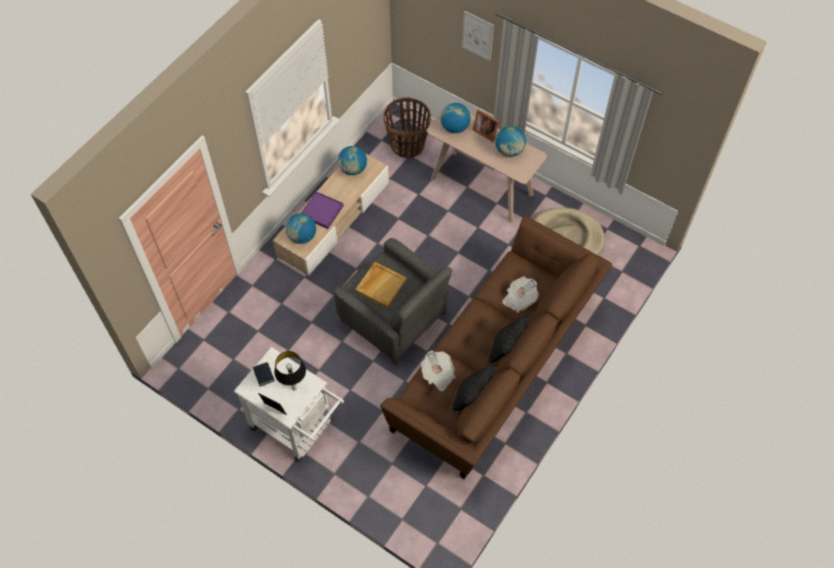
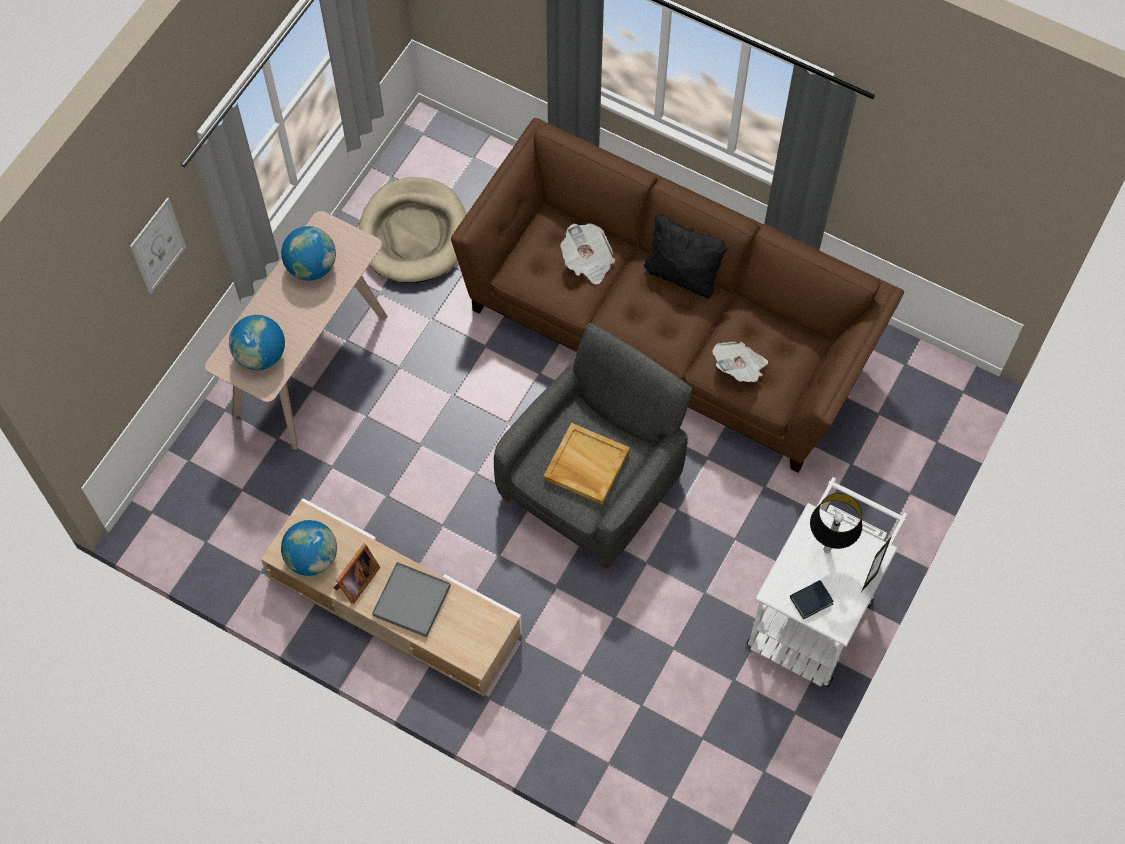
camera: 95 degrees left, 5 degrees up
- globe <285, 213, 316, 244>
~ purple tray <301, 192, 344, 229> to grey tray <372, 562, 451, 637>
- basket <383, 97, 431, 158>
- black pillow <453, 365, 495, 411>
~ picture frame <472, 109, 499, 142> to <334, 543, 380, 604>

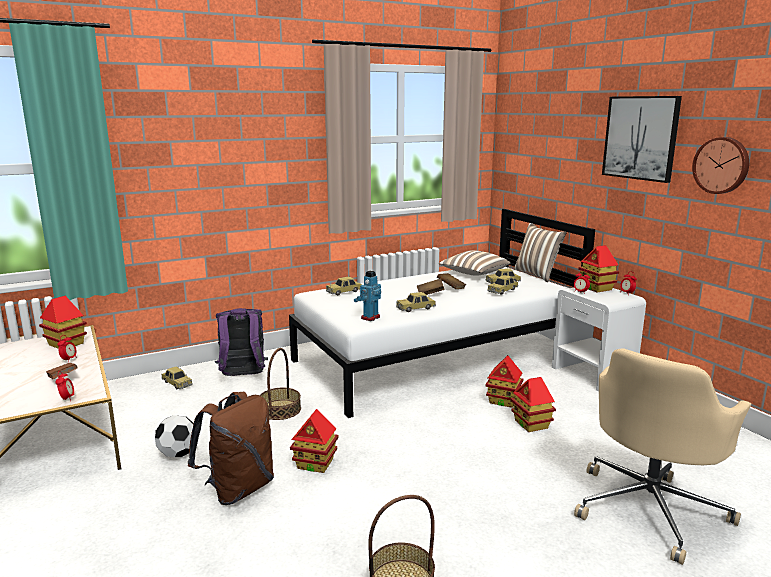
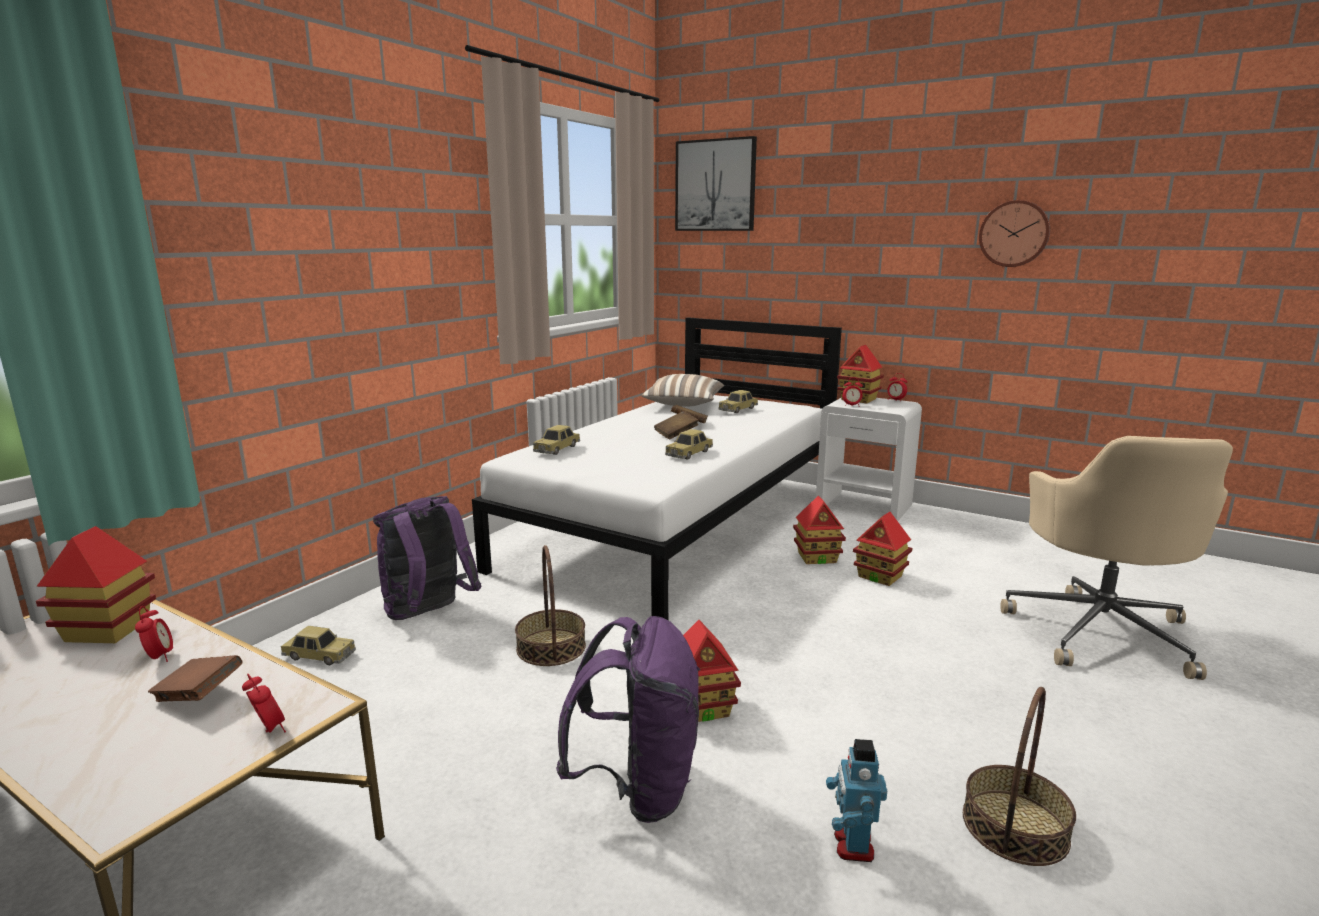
camera: 30 degrees left, 0 degrees up
- football <155, 415, 194, 457>
~ brown backpack <188, 392, 274, 505> to purple backpack <556, 616, 700, 823>
~ toy robot <354, 271, 381, 321> to <826, 739, 887, 862>
- toy car <487, 275, 518, 295>
- pillow <514, 223, 567, 282>
~ picture <602, 96, 682, 183> to <675, 136, 757, 231>

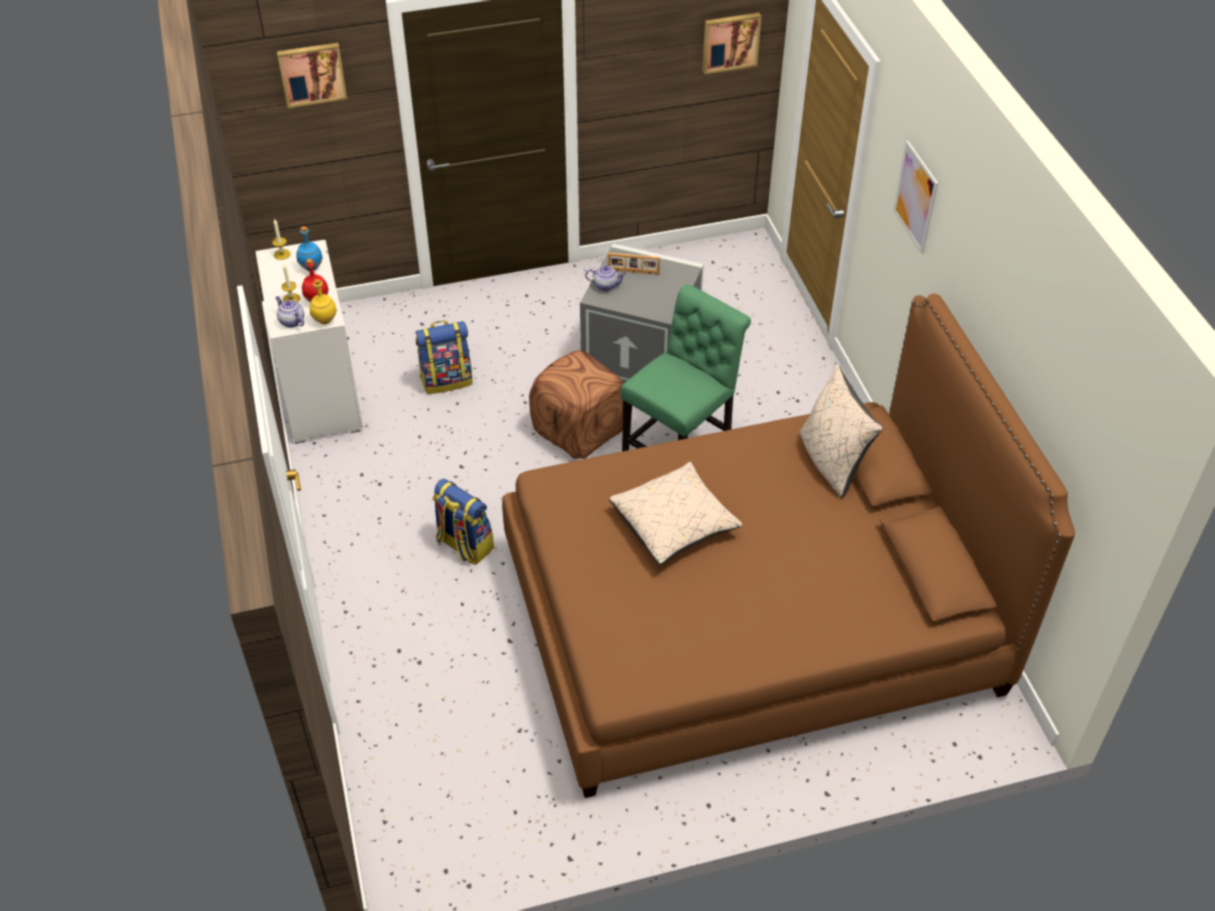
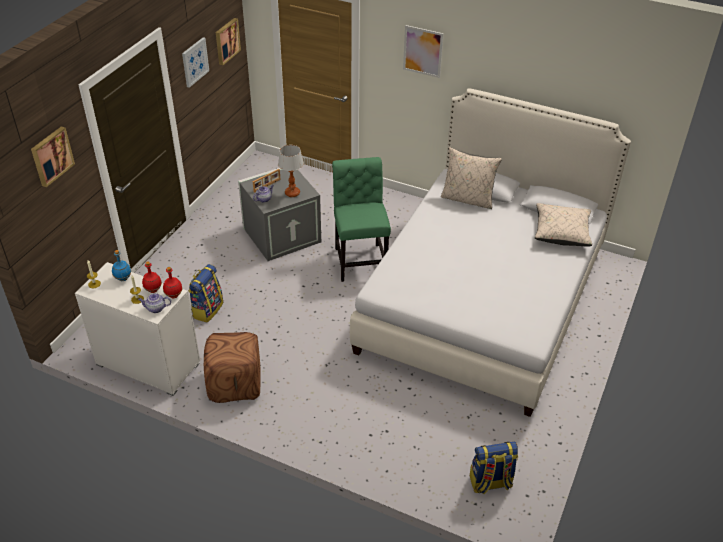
camera: 50 degrees left, 5 degrees down
~ yellow bottle <309, 279, 337, 324> to red bottle <163, 267, 182, 298>
~ backpack <433, 479, 494, 565> to <470, 442, 518, 494>
~ brown bed <502, 293, 1075, 798> to white bed <350, 88, 631, 417>
~ brown ottoman <529, 350, 623, 459> to <204, 332, 260, 403>
~ beige pillow <609, 462, 743, 566> to <535, 203, 592, 246>
+ picture <182, 37, 209, 88>
+ table lamp <278, 145, 304, 197>

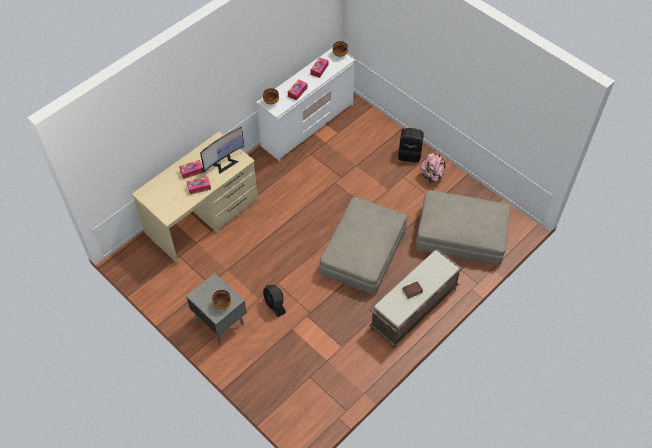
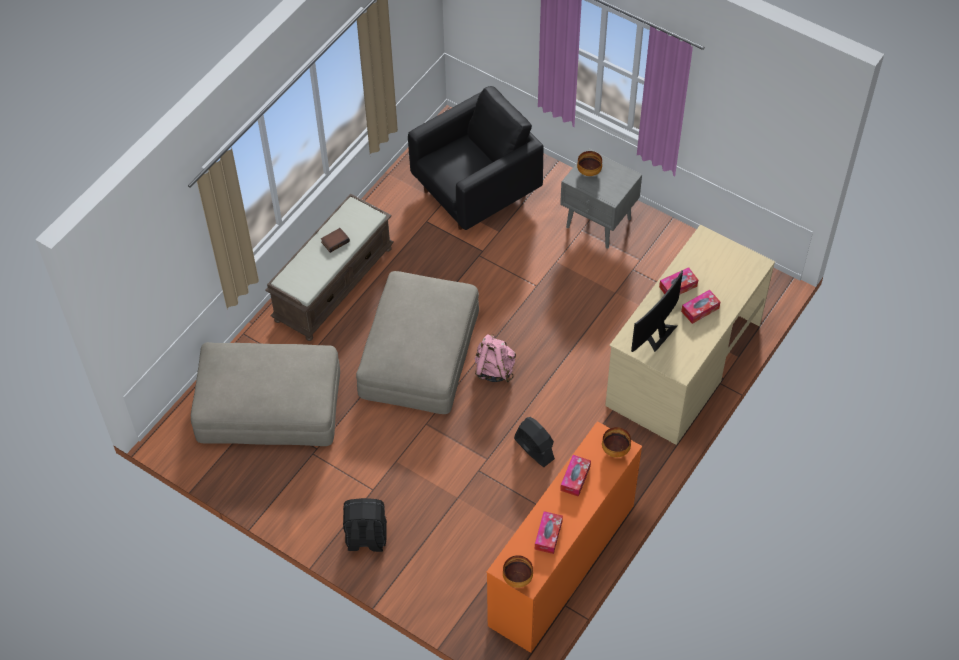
camera: 170 degrees right, 0 degrees up
~ white dresser <256, 48, 355, 161> to orange dresser <486, 421, 642, 653>
~ black fan <263, 285, 286, 317> to <514, 417, 555, 467>
~ pink backpack <420, 152, 445, 183> to <475, 334, 516, 383>
+ black armchair <408, 86, 543, 230>

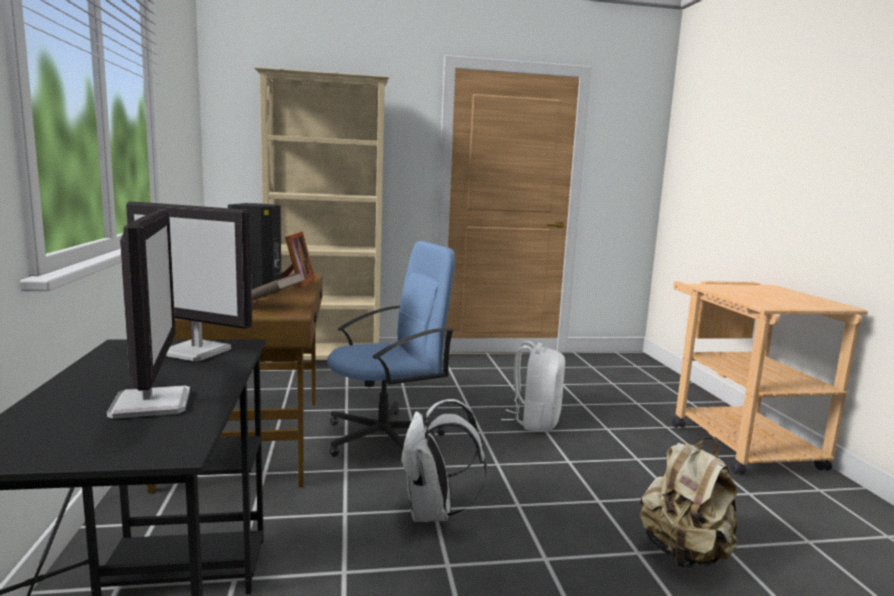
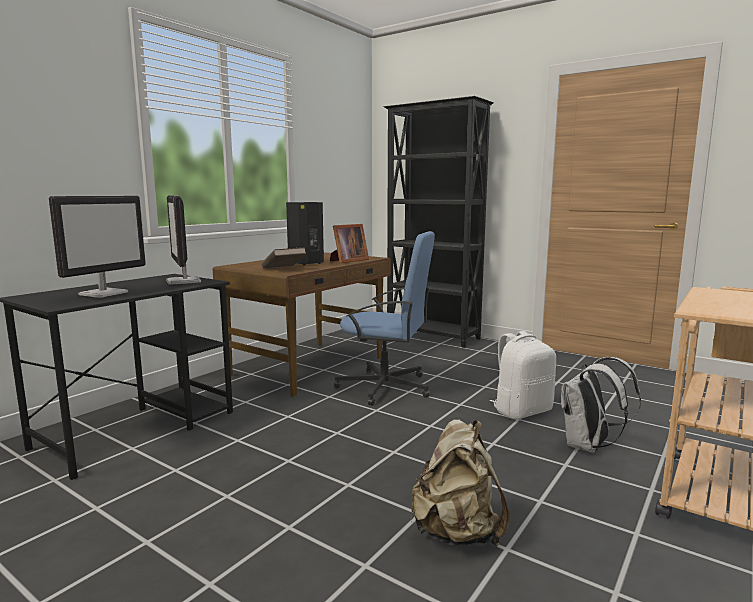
camera: 45 degrees right, 0 degrees up
~ beige bookcase <254, 67, 389, 362> to black bookcase <384, 96, 494, 348>
~ white backpack <400, 399, 487, 522> to <561, 357, 641, 453>

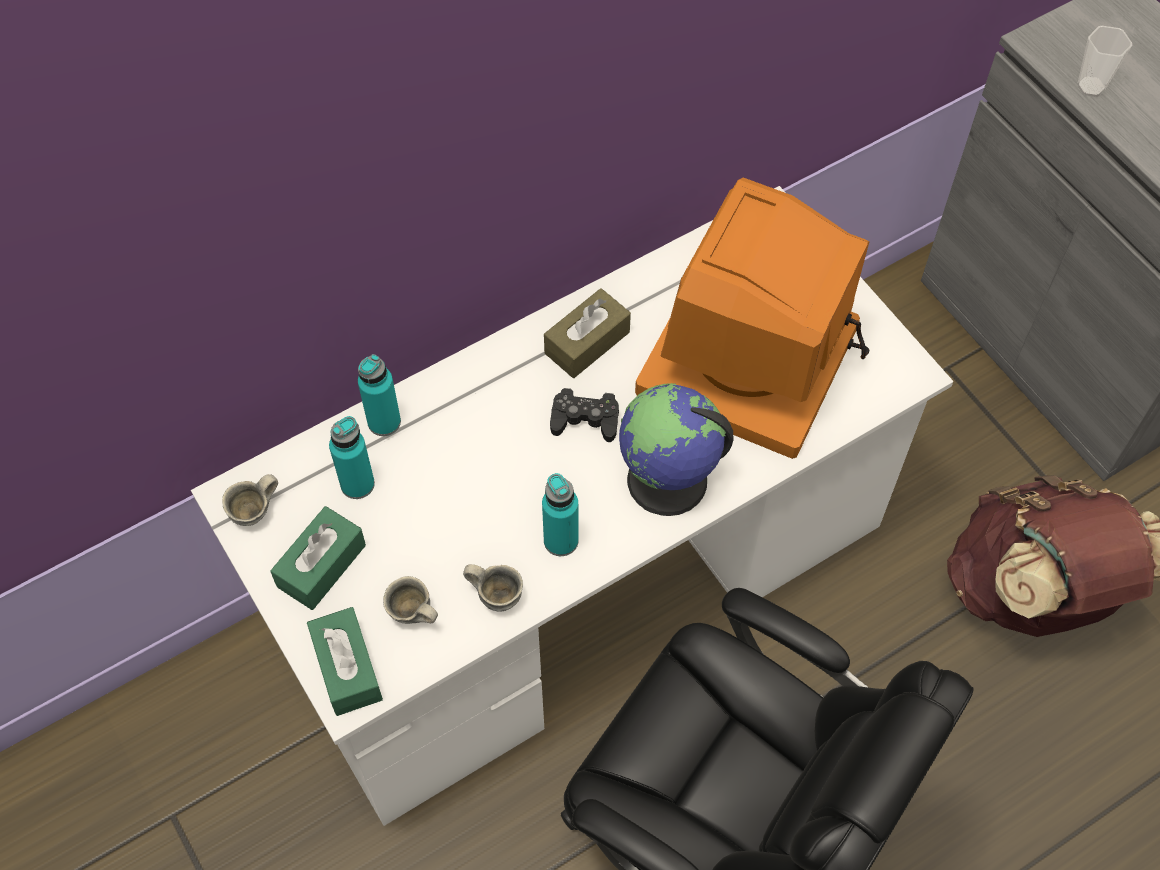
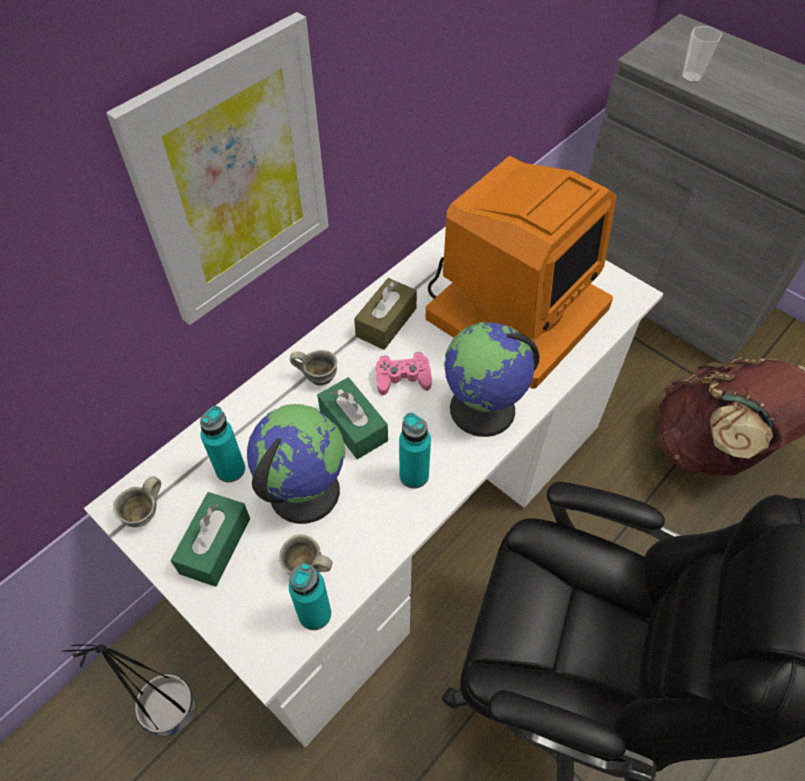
camera: 15 degrees left, 5 degrees down
~ green tissue box <307, 607, 383, 716> to <317, 377, 388, 459>
~ turquoise bottle <358, 354, 401, 436> to <289, 563, 331, 630>
~ grey mug <463, 564, 523, 612> to <290, 350, 337, 386>
~ black game controller <550, 388, 619, 442> to pink game controller <376, 352, 432, 395>
~ monitor <635, 177, 869, 459> = <426, 155, 617, 389> 150 degrees counterclockwise
+ black planter <62, 644, 196, 737>
+ picture <106, 12, 329, 325>
+ globe <247, 404, 345, 524>

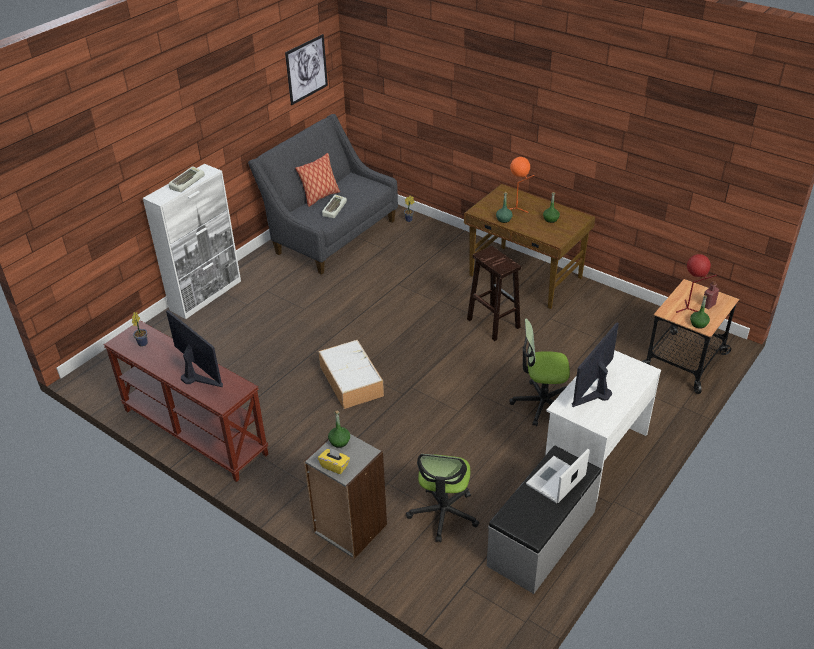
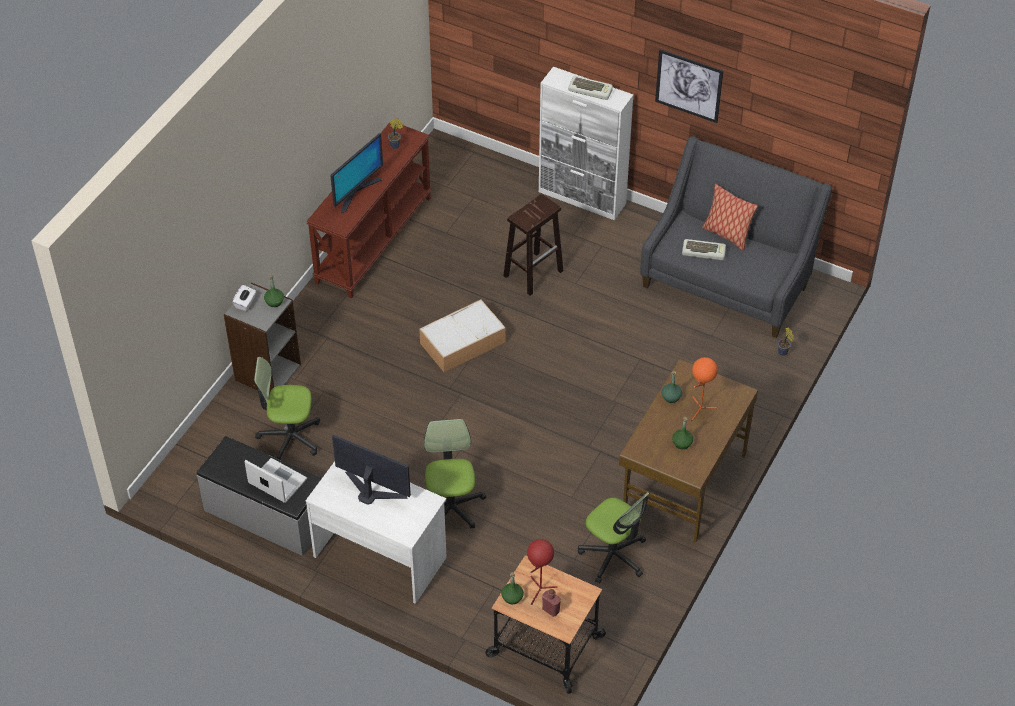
camera: 80 degrees right, 10 degrees up
~ picture <285, 34, 328, 105> to <655, 49, 723, 123>
~ yellow tissue box <318, 448, 350, 474> to white tissue box <233, 285, 256, 311>
~ brown stool <467, 246, 521, 341> to <503, 194, 563, 296>
+ office chair <578, 492, 649, 583>

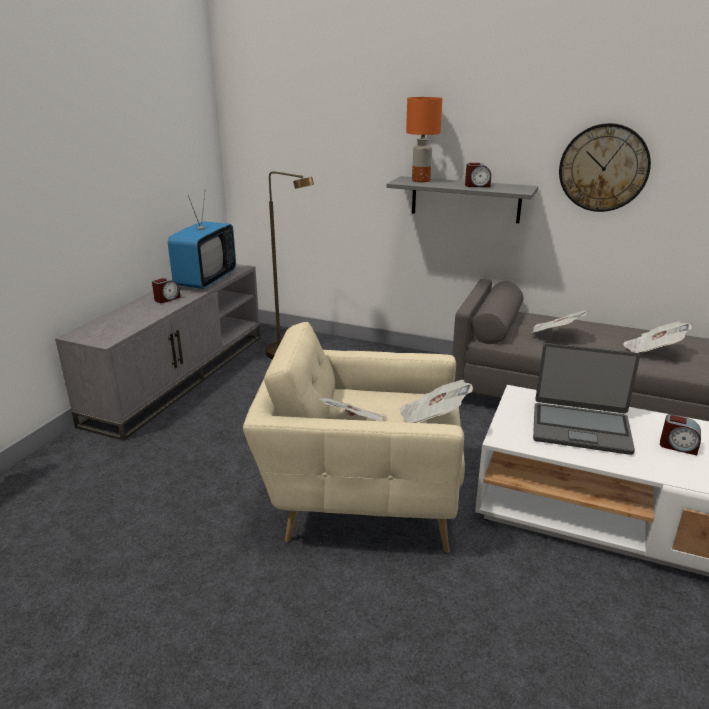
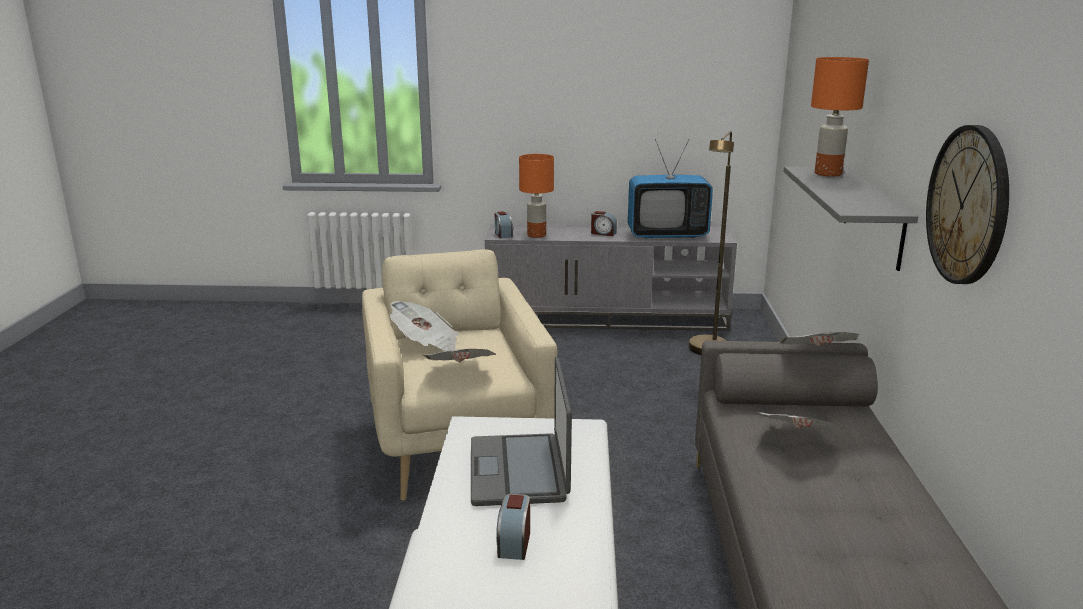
camera: 70 degrees right, 5 degrees down
~ alarm clock <465, 163, 491, 187> to <495, 211, 513, 238>
~ newspaper <623, 322, 692, 353> to <779, 332, 859, 346>
+ orange table lamp <519, 154, 554, 238>

